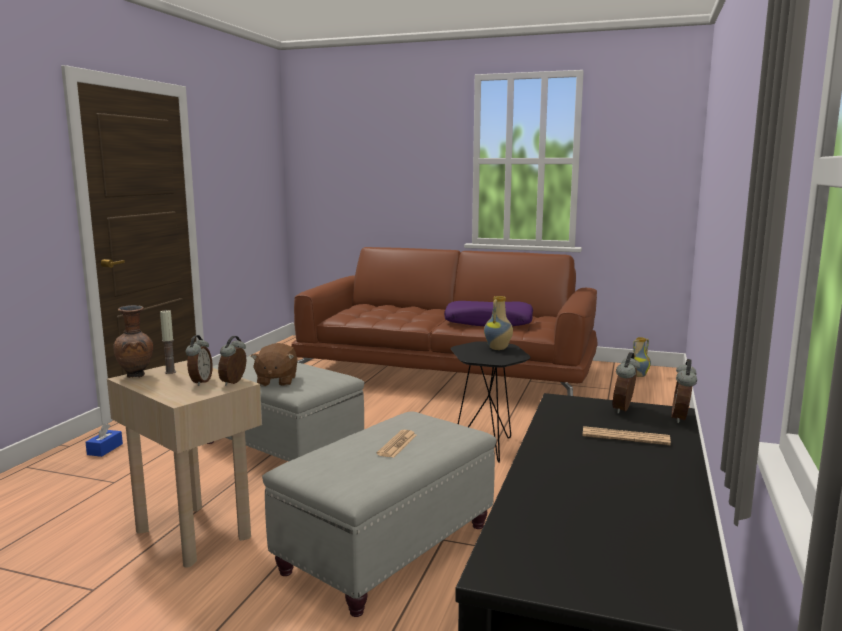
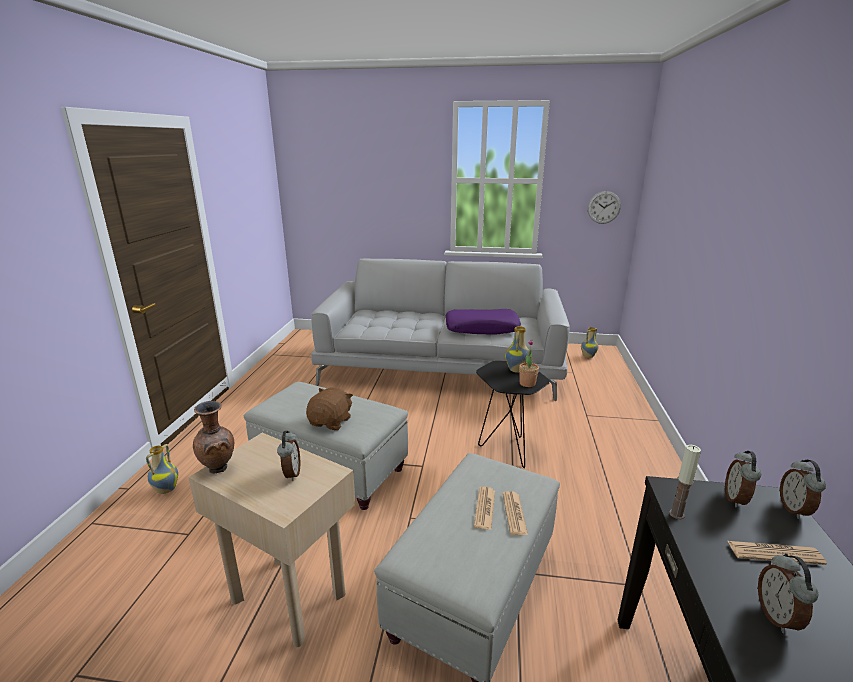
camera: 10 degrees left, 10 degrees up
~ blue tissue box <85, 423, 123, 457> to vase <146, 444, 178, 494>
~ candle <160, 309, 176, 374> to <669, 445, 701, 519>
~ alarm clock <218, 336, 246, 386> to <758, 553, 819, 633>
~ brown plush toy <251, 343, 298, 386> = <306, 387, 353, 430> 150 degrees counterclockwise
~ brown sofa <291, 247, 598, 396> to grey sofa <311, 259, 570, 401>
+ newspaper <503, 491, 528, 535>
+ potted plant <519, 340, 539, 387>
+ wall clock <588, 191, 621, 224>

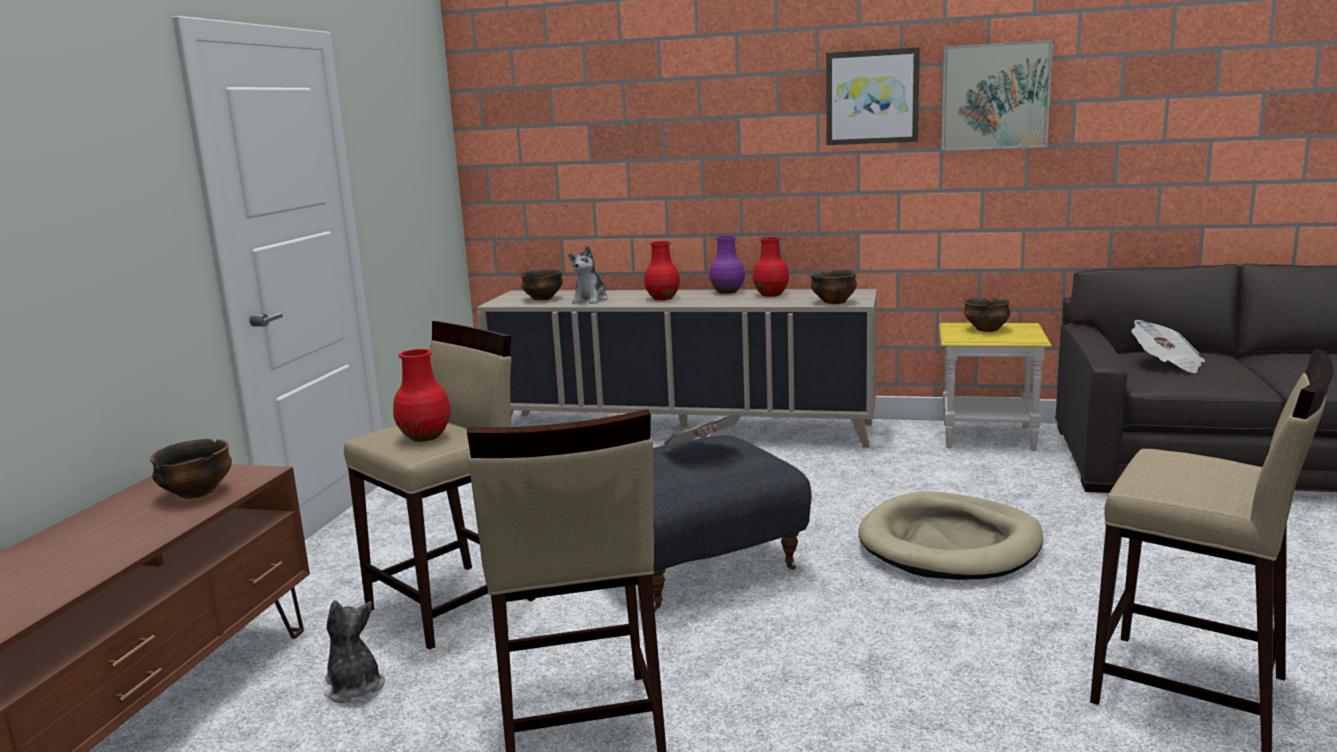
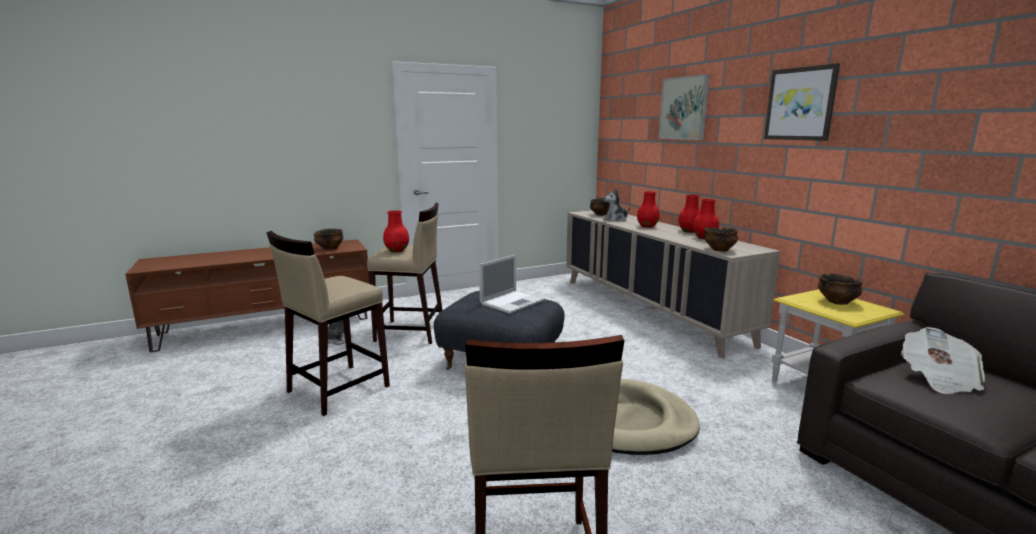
camera: 50 degrees right, 0 degrees up
~ newspaper <662, 415, 742, 446> to laptop <479, 255, 545, 314>
~ purple vase <709, 236, 745, 294> to red vase <678, 195, 700, 233>
~ picture <941, 40, 1053, 151> to <659, 74, 709, 140>

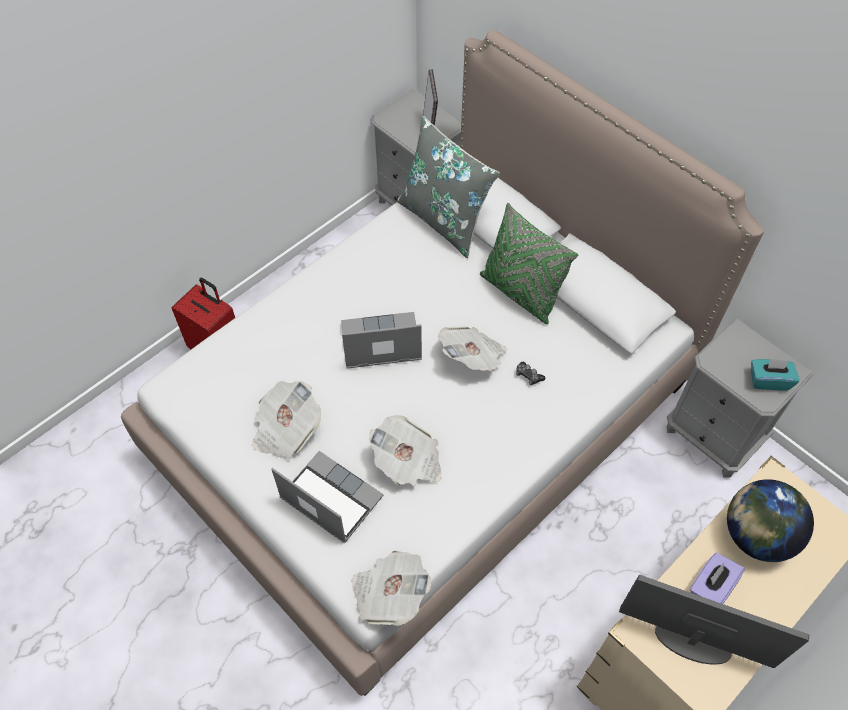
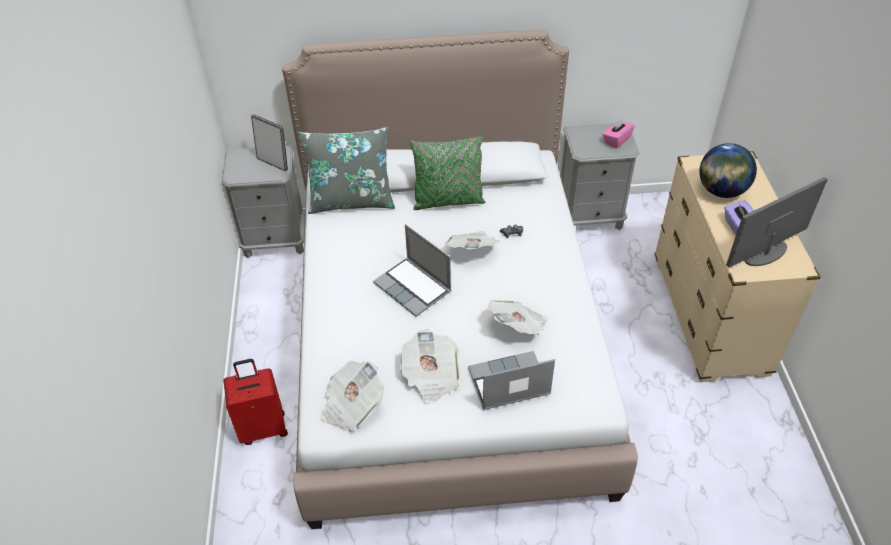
camera: 50 degrees left, 10 degrees down
~ laptop <341, 312, 422, 369> = <373, 224, 451, 317> 75 degrees counterclockwise
~ newspaper <351, 550, 431, 626> to <320, 361, 384, 432>
~ turquoise tissue box <751, 358, 800, 391> to pink tissue box <603, 118, 635, 148>

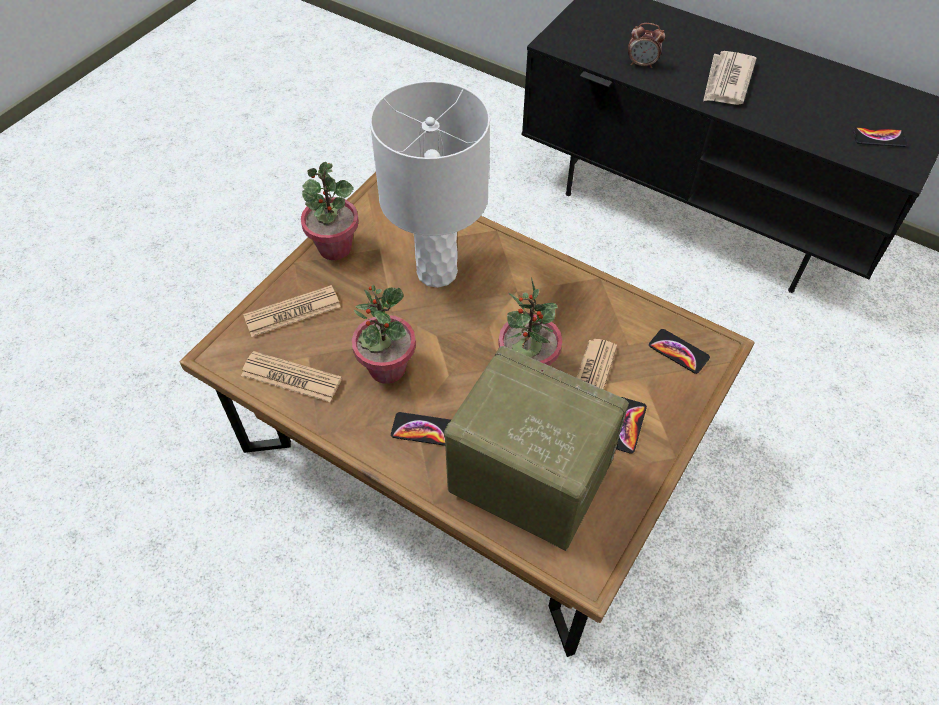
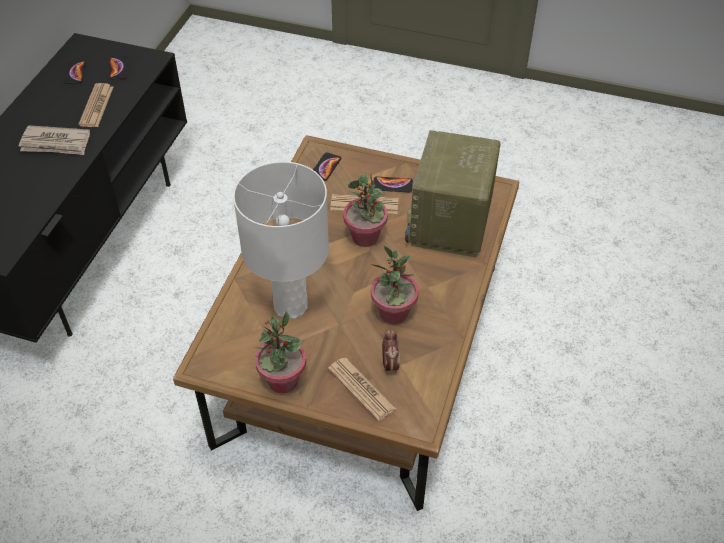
camera: 105 degrees left, 5 degrees down
~ newspaper <241, 351, 342, 402> to <79, 83, 113, 127>
~ phone <391, 412, 451, 446> to <64, 60, 86, 84>
~ alarm clock <628, 23, 665, 68> to <382, 329, 400, 373>

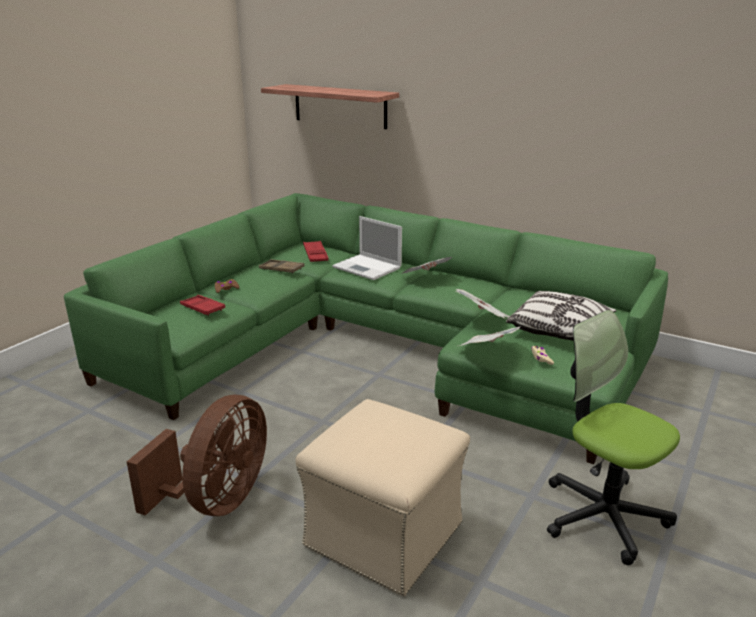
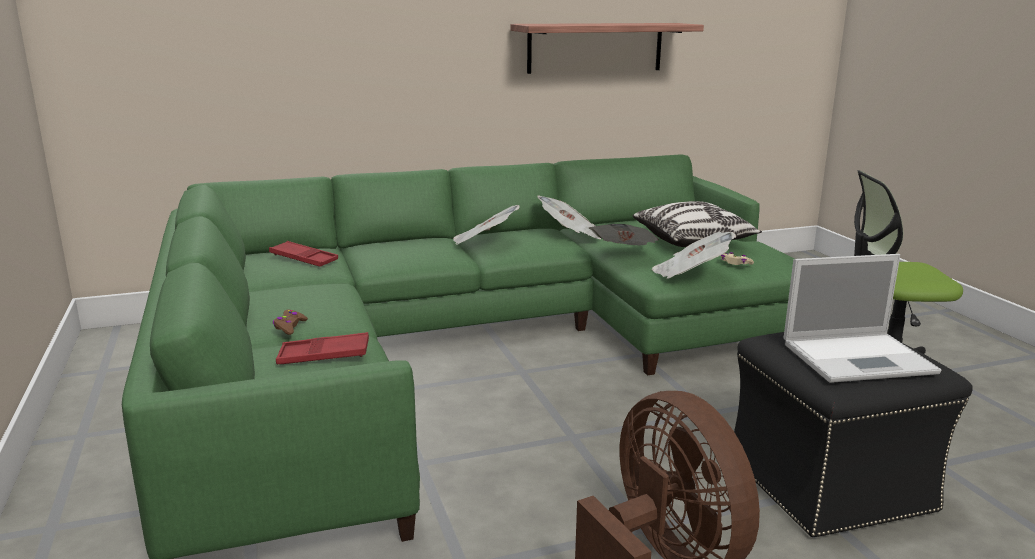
camera: 50 degrees left, 5 degrees down
- brown tray <259, 259, 305, 273>
~ shelf <261, 84, 399, 129> to <510, 23, 704, 74>
~ beige ottoman <295, 399, 470, 596> to black ottoman <734, 332, 973, 538>
~ laptop <332, 216, 402, 280> to <784, 254, 941, 383>
+ newspaper <537, 196, 601, 239>

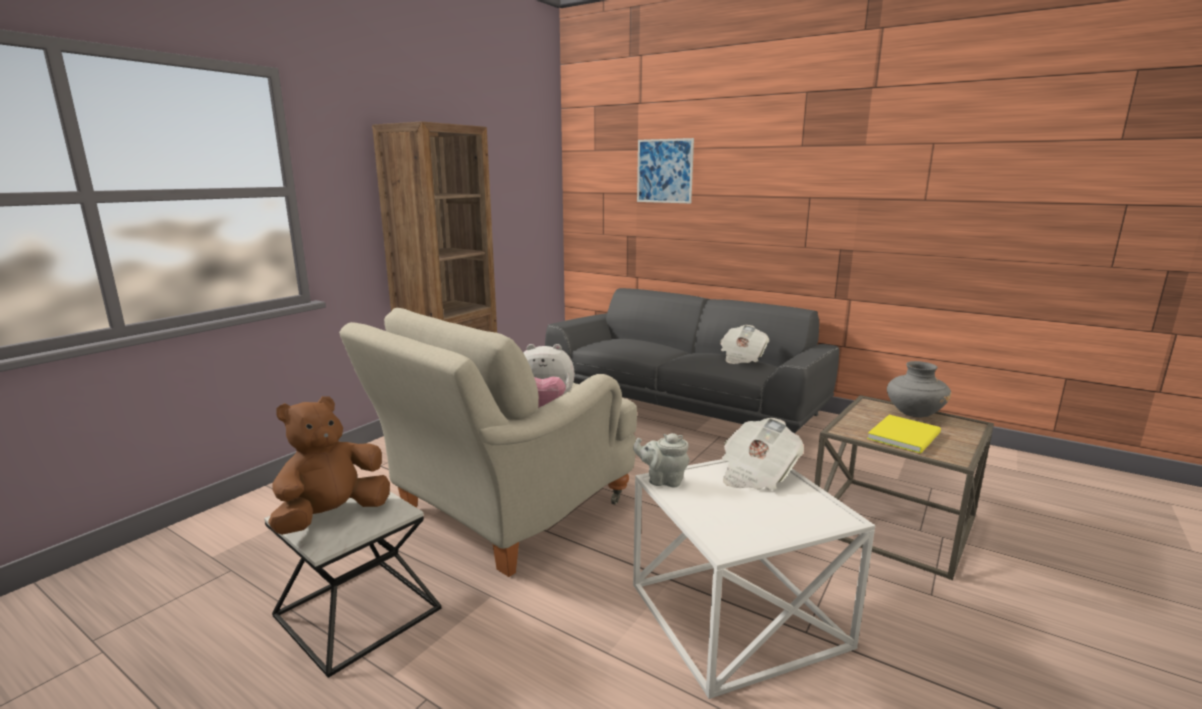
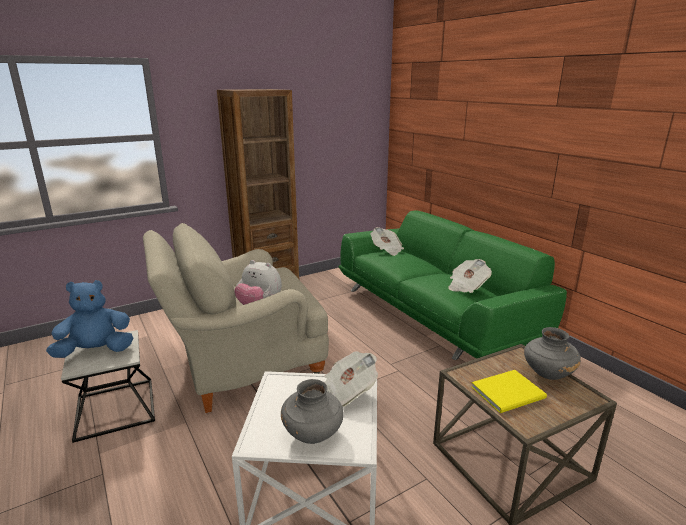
camera: 25 degrees right, 5 degrees up
~ brown plush toy <268, 396, 390, 535> to blue plush toy <46, 280, 133, 358>
~ grey sofa <545, 288, 839, 434> to green sofa <339, 210, 567, 360>
- grey teapot <633, 433, 690, 487>
- picture <637, 138, 694, 204>
+ grey vase <281, 379, 344, 444>
+ newspaper <370, 227, 404, 256>

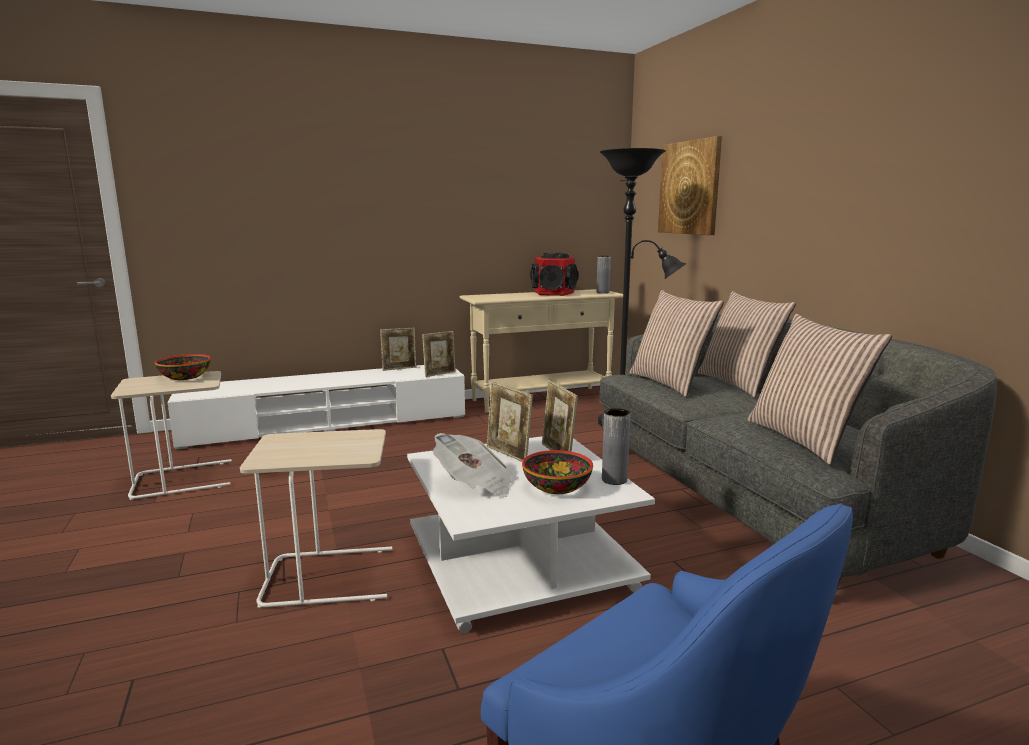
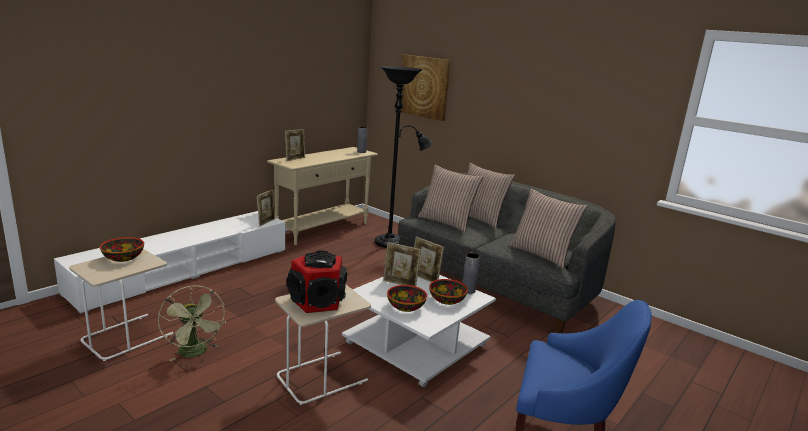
camera: 30 degrees left, 5 degrees up
~ picture frame <380, 328, 416, 371> to <285, 129, 305, 161>
~ newspaper <433, 433, 513, 497> to bowl <387, 285, 427, 312>
~ speaker <530, 253, 579, 296> to <286, 251, 347, 313>
+ green fan <158, 285, 226, 362>

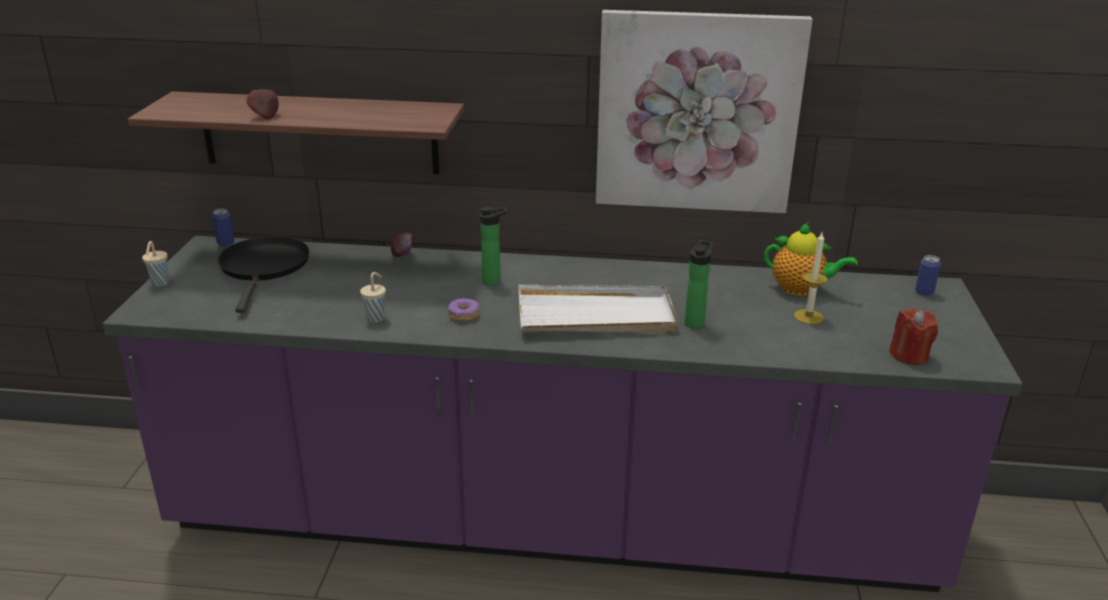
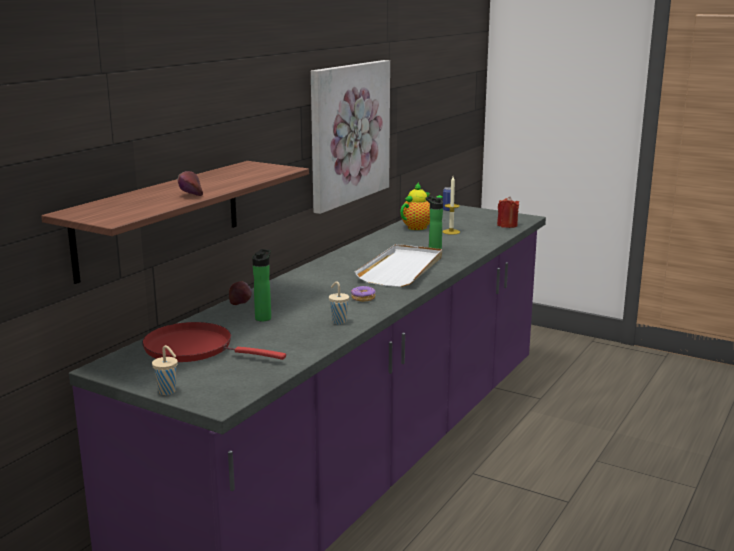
camera: 65 degrees left, 10 degrees down
- can <212, 209, 234, 246>
~ black frying pan <218, 236, 309, 313> to red frying pan <142, 322, 286, 362>
~ bottle <479, 207, 507, 285> to <252, 249, 271, 321>

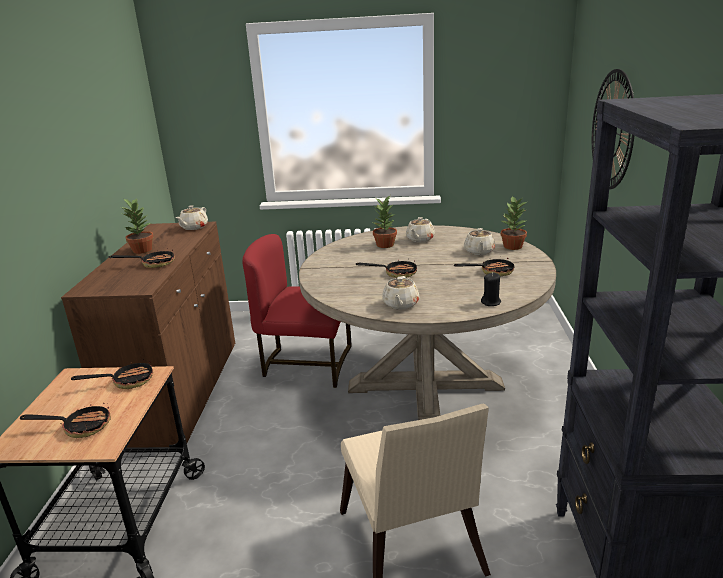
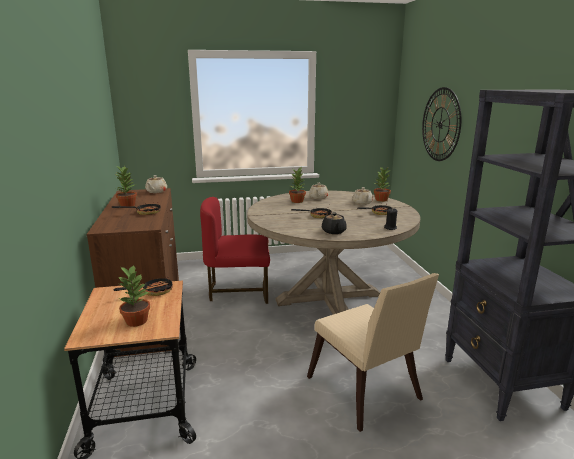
camera: 15 degrees left, 5 degrees down
~ frying pan <20, 403, 111, 438> to potted plant <119, 265, 150, 327>
~ beige teapot <382, 276, 420, 310> to black teapot <322, 212, 347, 234>

